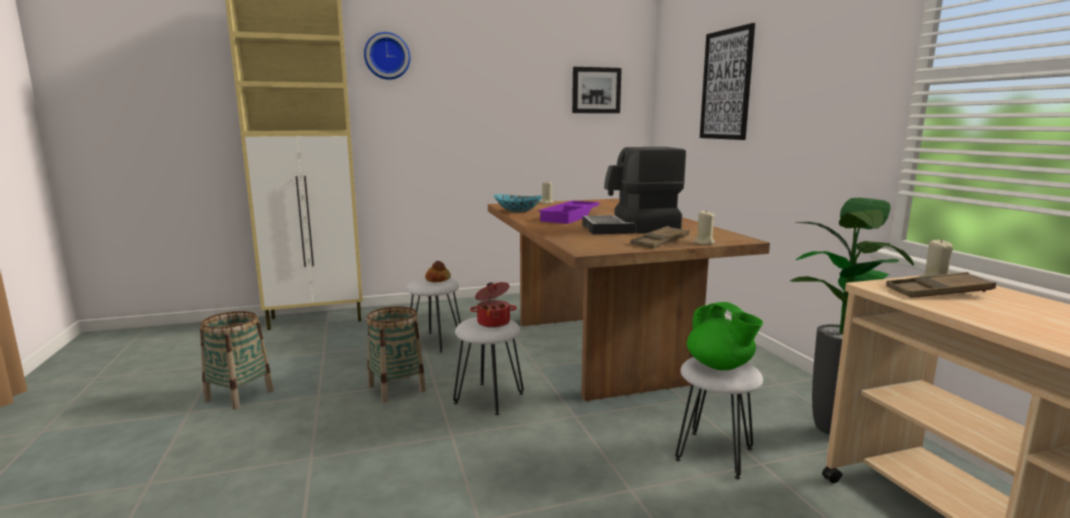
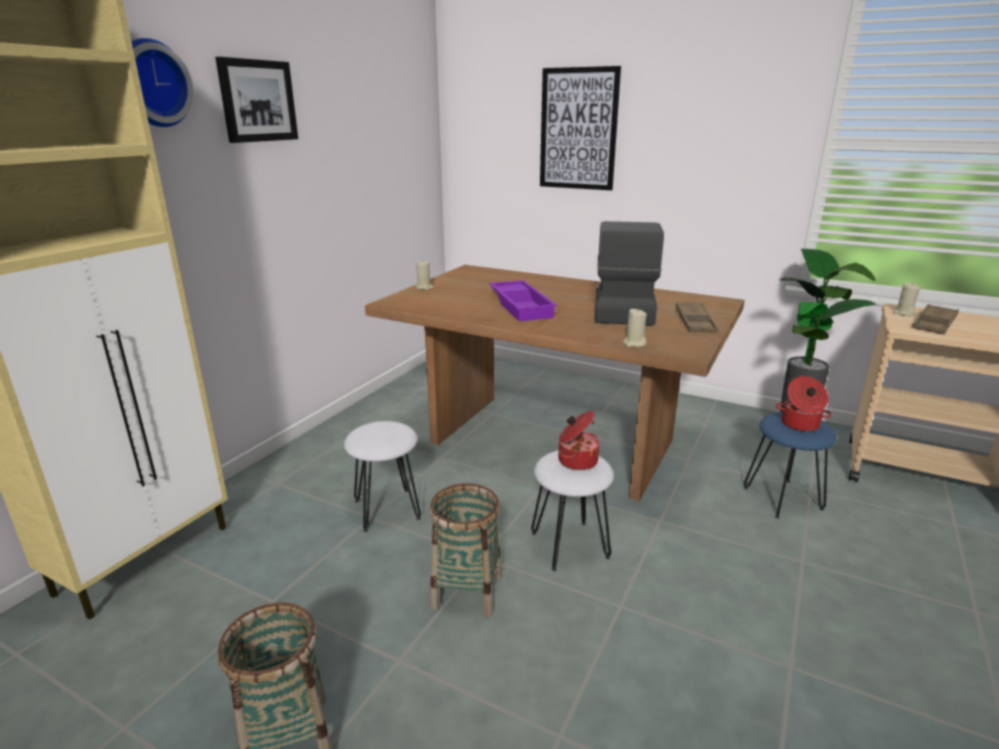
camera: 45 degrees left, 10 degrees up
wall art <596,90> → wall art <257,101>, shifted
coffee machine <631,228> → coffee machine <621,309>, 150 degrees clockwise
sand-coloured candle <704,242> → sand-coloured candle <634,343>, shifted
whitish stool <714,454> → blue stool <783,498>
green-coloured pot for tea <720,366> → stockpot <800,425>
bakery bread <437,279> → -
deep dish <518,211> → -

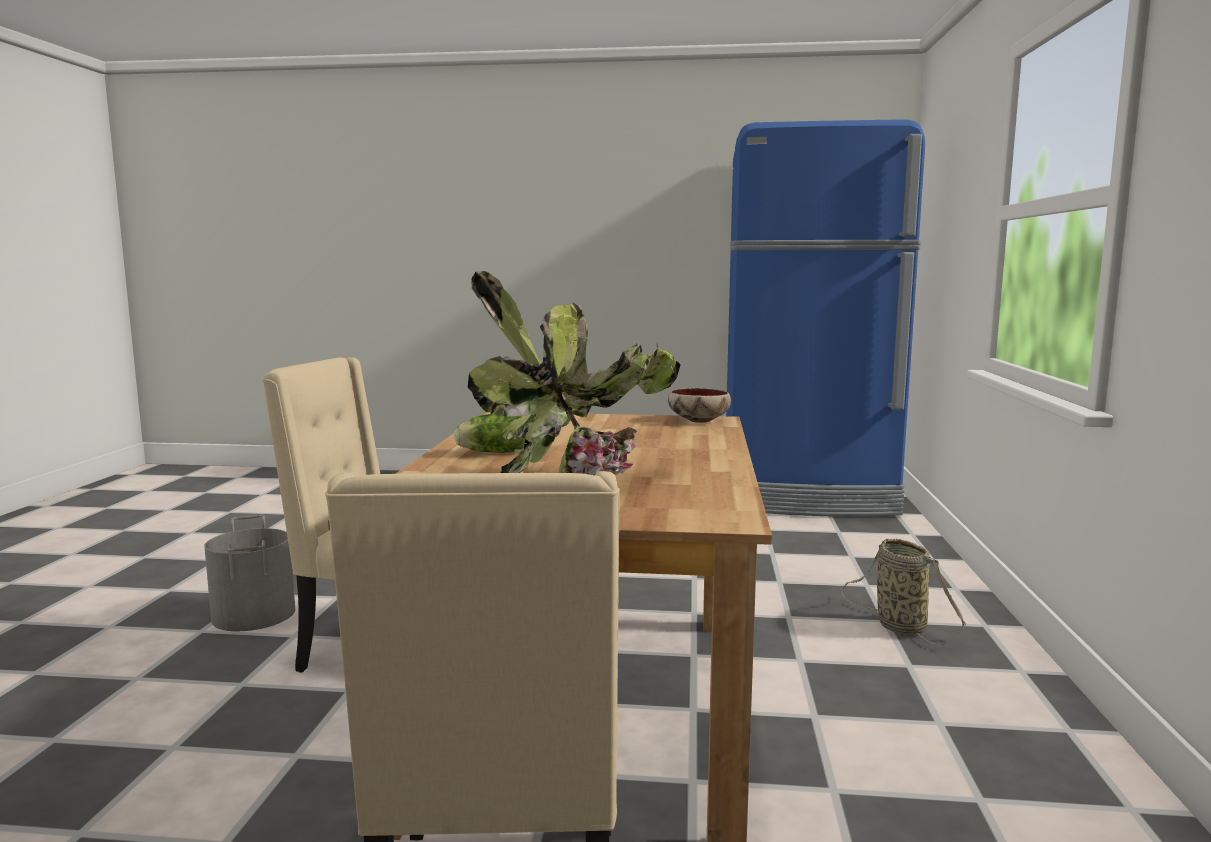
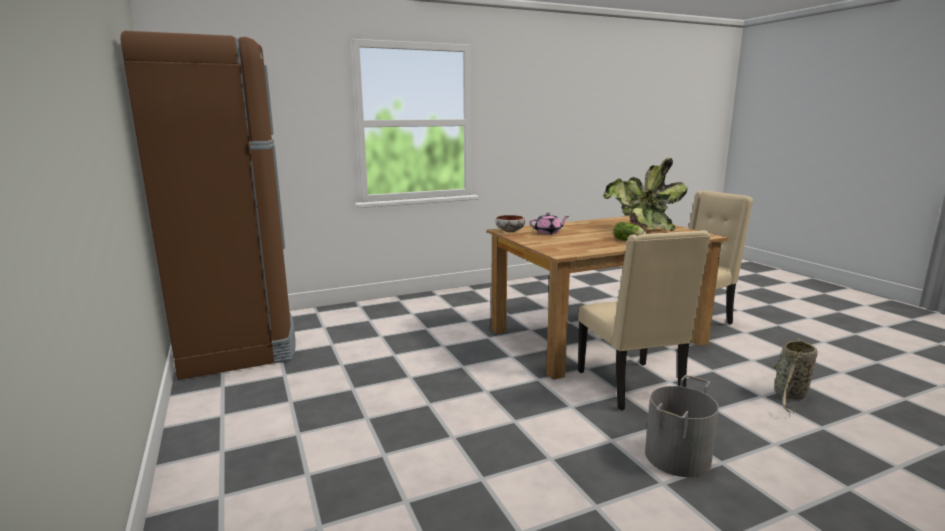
camera: 120 degrees left, 5 degrees up
blue refrigerator <808,498> → brown refrigerator <238,344>
- → pink-coloured pot for tea <548,232>
storage basket <897,625> → storage basket <789,395>, shifted

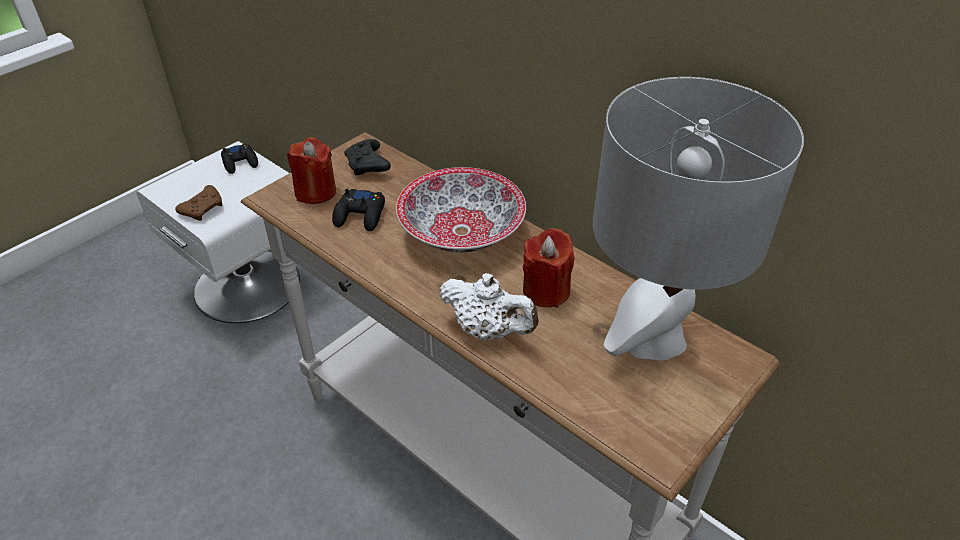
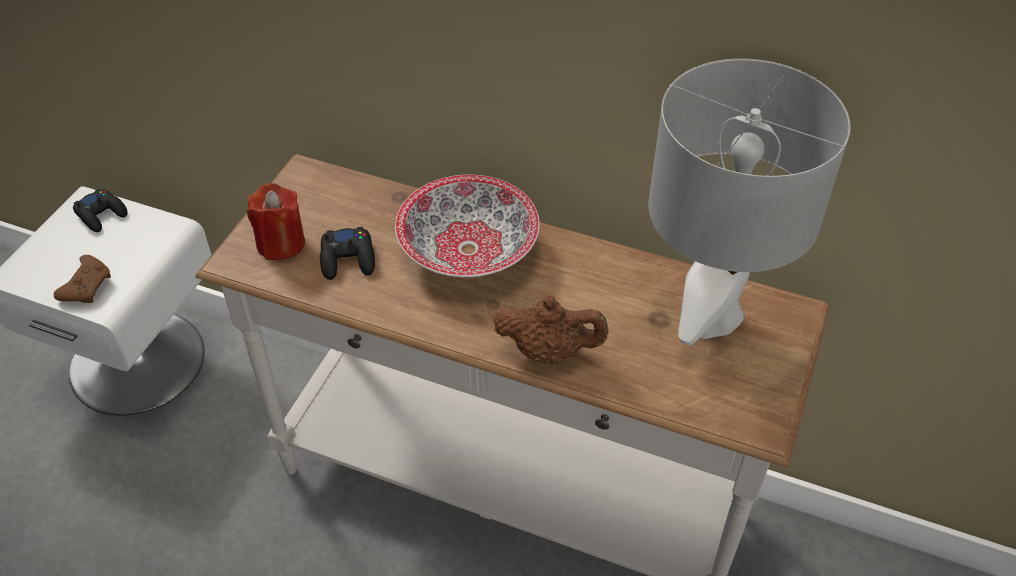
camera: 20 degrees left, 5 degrees up
whitish pot for tea <488,330> → brown pot for tea <549,351>
black joypad <368,166> → -
reddish candle <546,291> → -

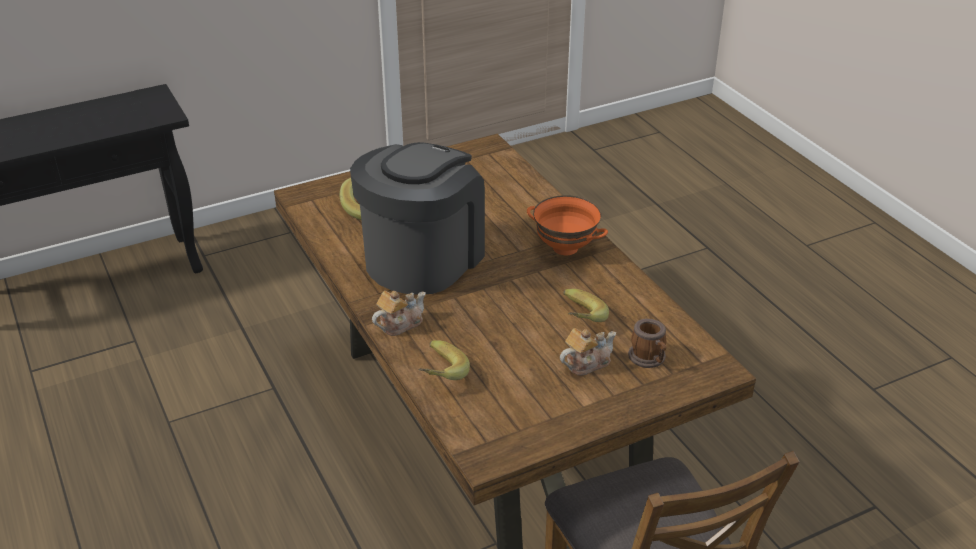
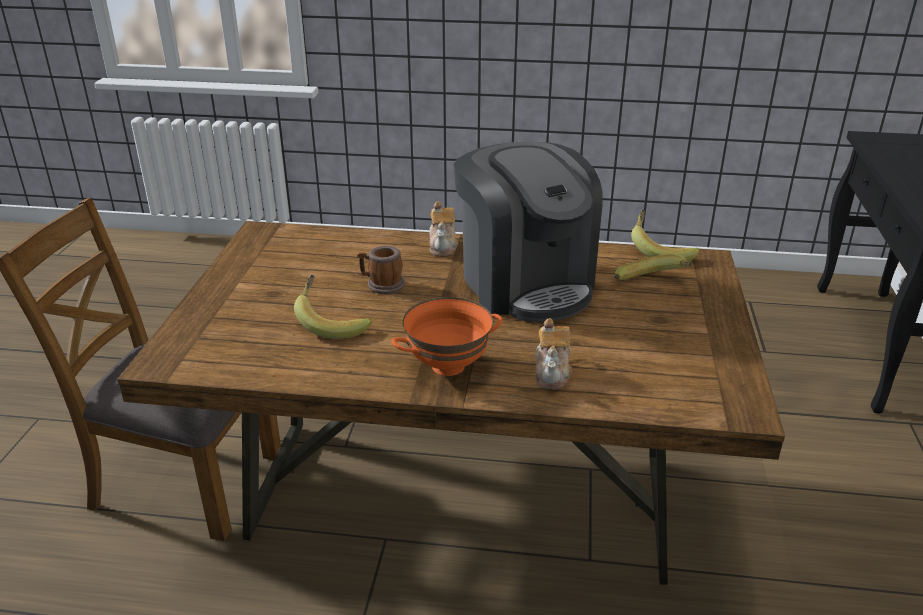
camera: 125 degrees right, 5 degrees down
tea mug <649,359> → tea mug <381,285>, shifted
pot for tea <586,363> → pot for tea <552,373>, shifted
banana fruit <437,374> → banana fruit <660,251>, shifted

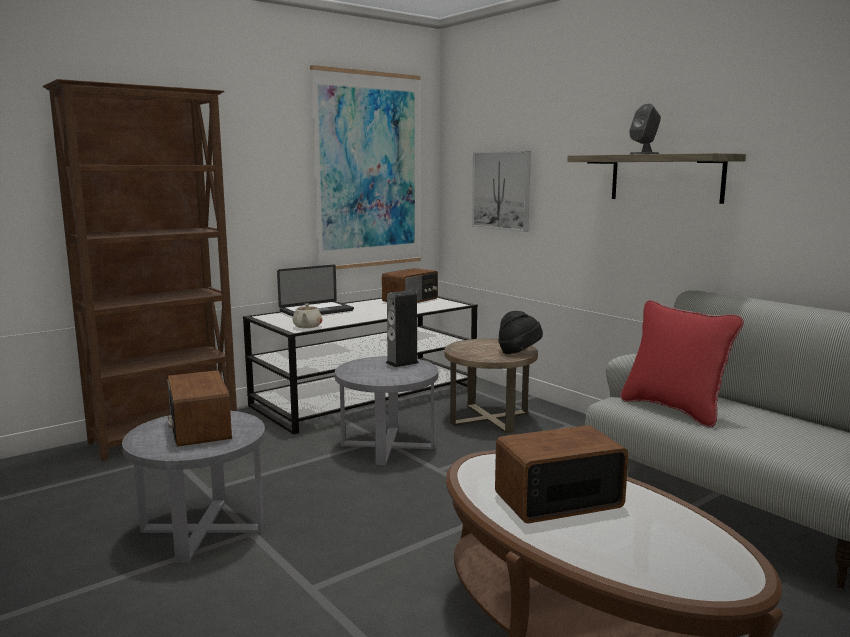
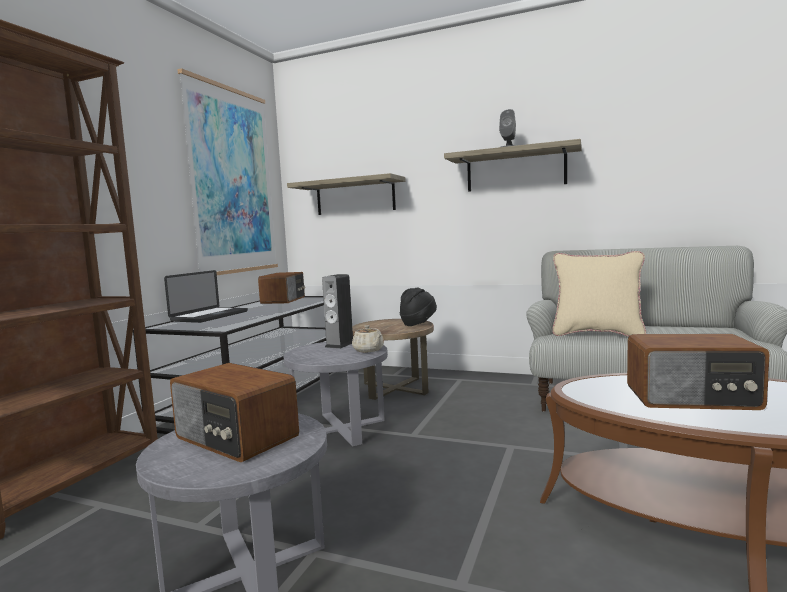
camera: 30 degrees left, 5 degrees down
wall art <501,190> → wall shelf <355,197>
sand-coloured pot for tea <307,326> → sand-coloured pot for tea <368,350>, shifted
reddish cushion <674,409> → sand-coloured cushion <597,334>
radio <556,499> → radio <692,398>, 120 degrees counterclockwise

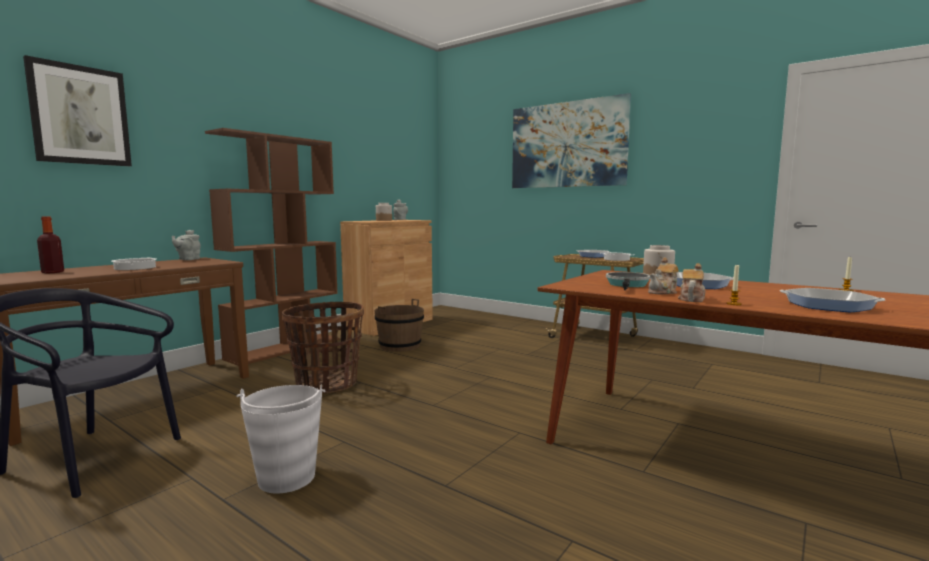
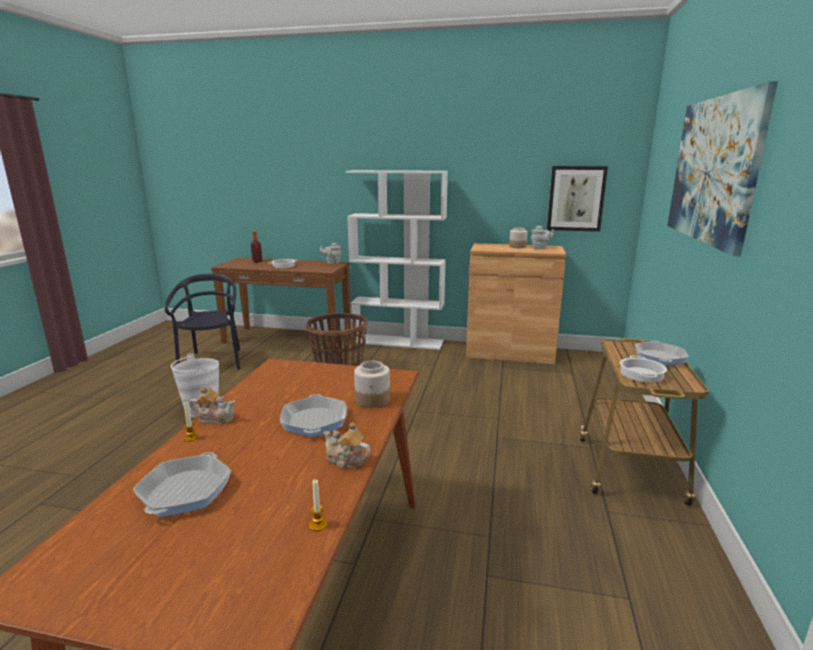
camera: 65 degrees right, 10 degrees up
pot for tea <663,292> → pot for tea <345,460>, shifted
brown shelving unit <285,348> → whitish shelving unit <398,342>
wall art <80,115> → wall art <576,198>, shifted
brown bucket <399,346> → -
skillet <627,285> → -

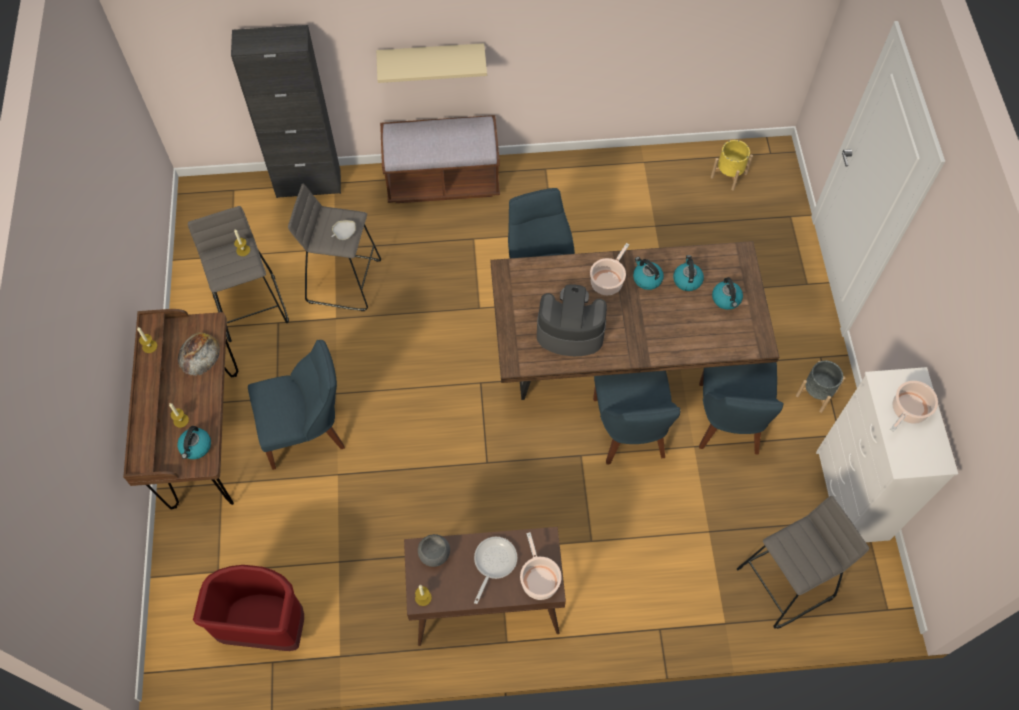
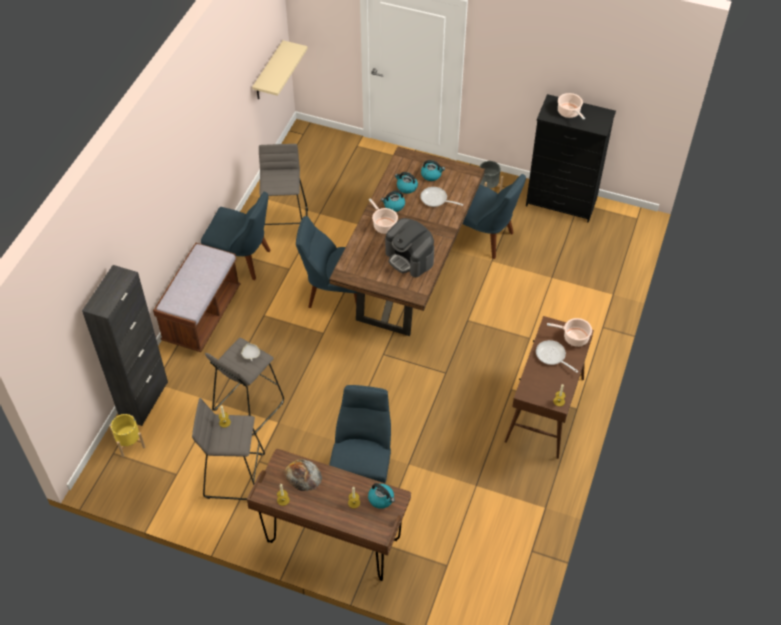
camera: 65 degrees left, 10 degrees down
yellowish planter <729,175> → yellowish planter <130,443>, shifted
blue upright chair <630,431> → blue upright chair <242,260>, shifted
sand-coloured wall shelf <431,58> → sand-coloured wall shelf <268,72>, shifted
gray stool <785,583> → gray stool <285,224>, shifted
coffee machine <570,331> → coffee machine <410,258>, 75 degrees counterclockwise
- → skillet <436,199>
whitish dresser <851,496> → black dresser <562,203>
reddish waste bin <265,626> → -
gray deep dish <434,554> → -

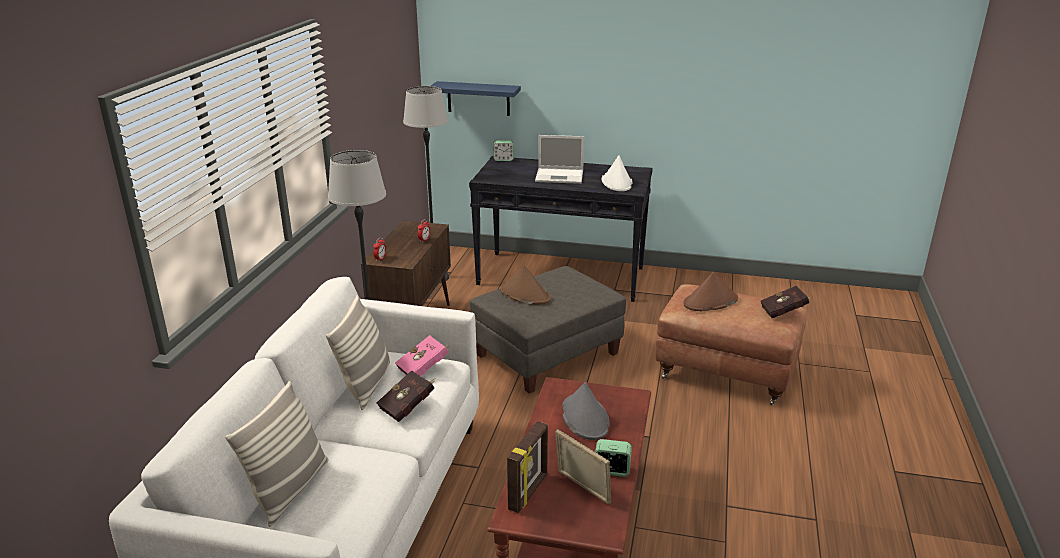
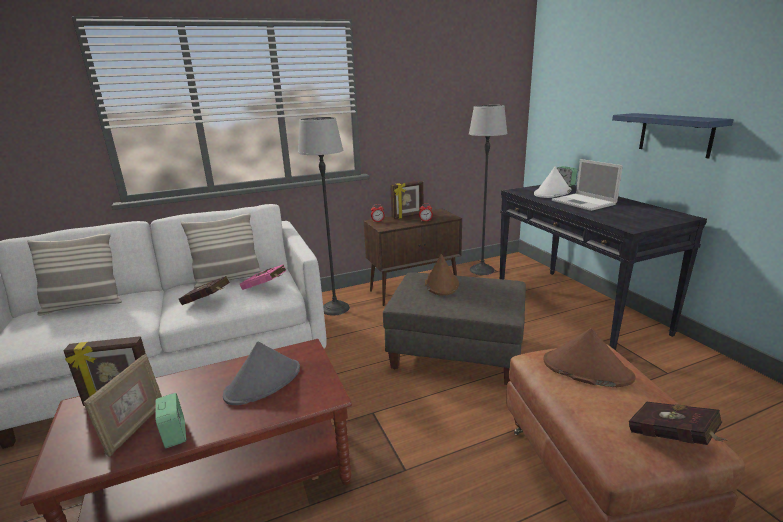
camera: 55 degrees right, 5 degrees down
- → photo frame <408,216>
whitish clothing hat <617,182> → whitish clothing hat <552,193>, shifted
blue wall shelf <478,98> → blue wall shelf <675,134>, shifted

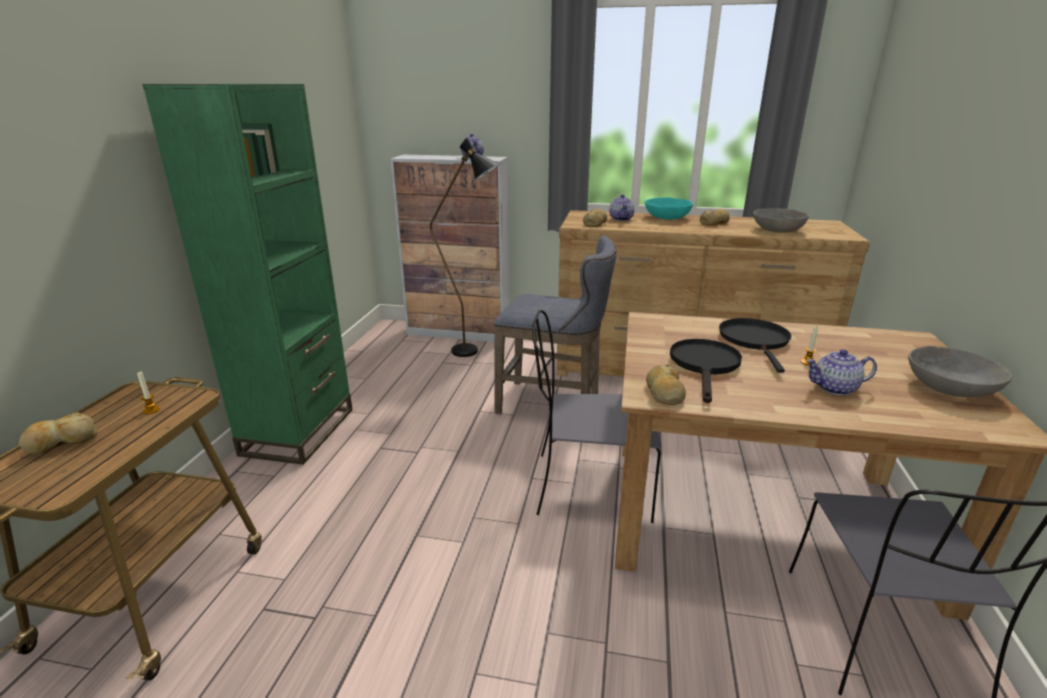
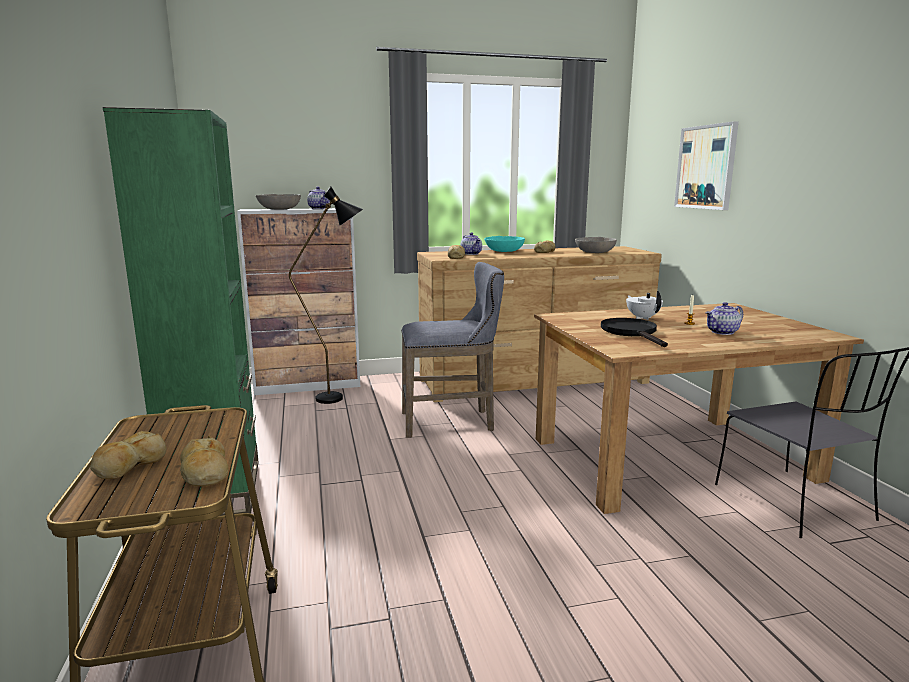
camera: 25 degrees left, 10 degrees down
bakery bread <664,393> → bakery bread <205,472>, shifted
gray deep dish <949,387> → gray deep dish <279,209>, shifted
black skillet <755,340> → whitish pot for tea <642,318>
- → wall art <706,167>
candle <151,410> → -
gray upright chair <588,487> → -

